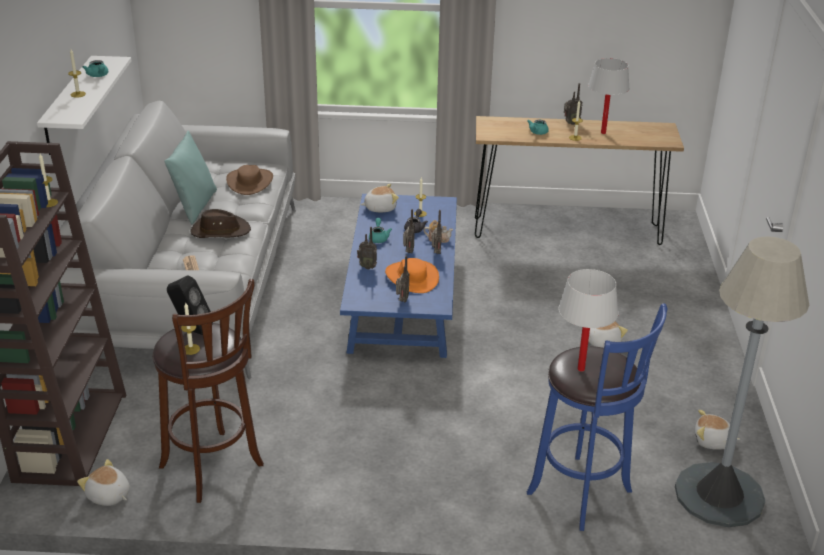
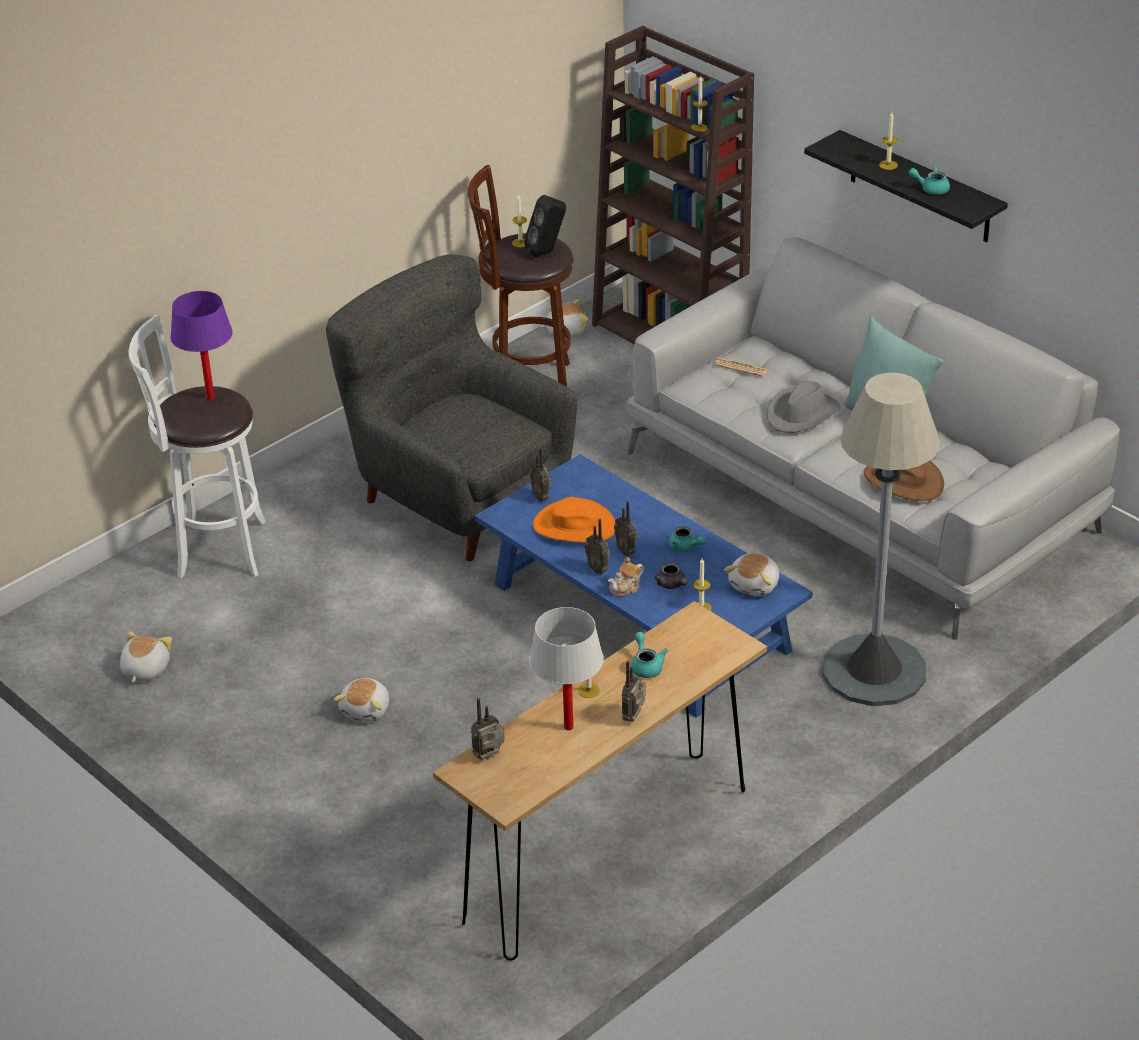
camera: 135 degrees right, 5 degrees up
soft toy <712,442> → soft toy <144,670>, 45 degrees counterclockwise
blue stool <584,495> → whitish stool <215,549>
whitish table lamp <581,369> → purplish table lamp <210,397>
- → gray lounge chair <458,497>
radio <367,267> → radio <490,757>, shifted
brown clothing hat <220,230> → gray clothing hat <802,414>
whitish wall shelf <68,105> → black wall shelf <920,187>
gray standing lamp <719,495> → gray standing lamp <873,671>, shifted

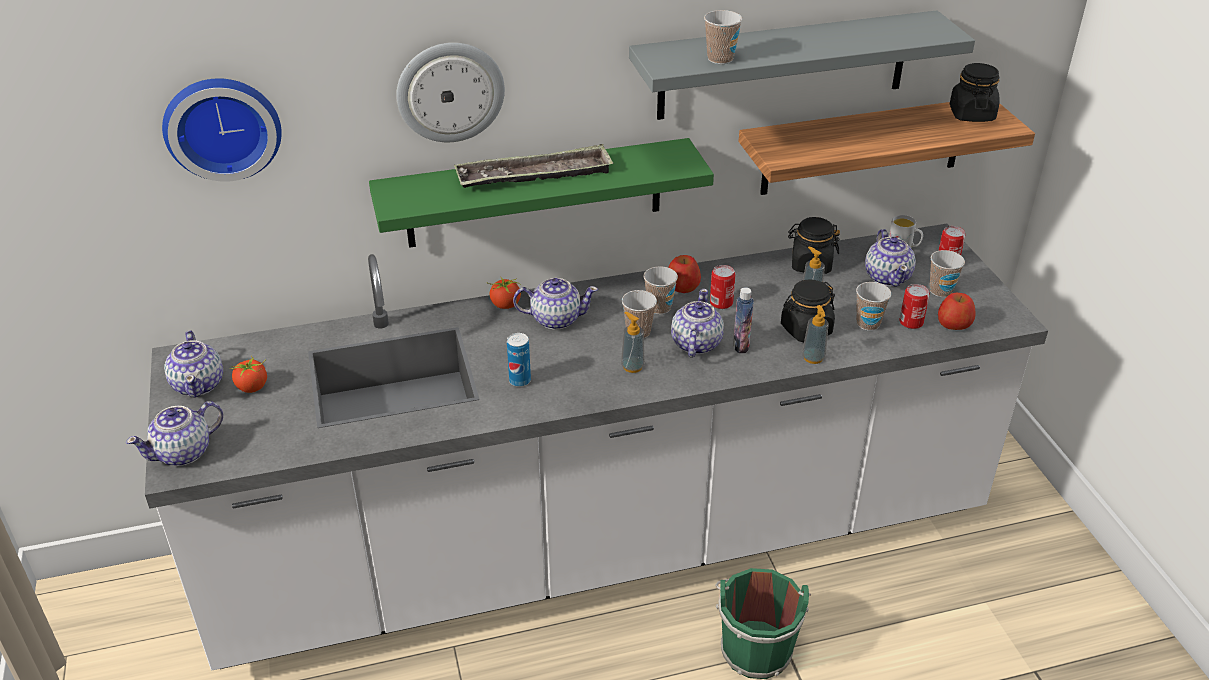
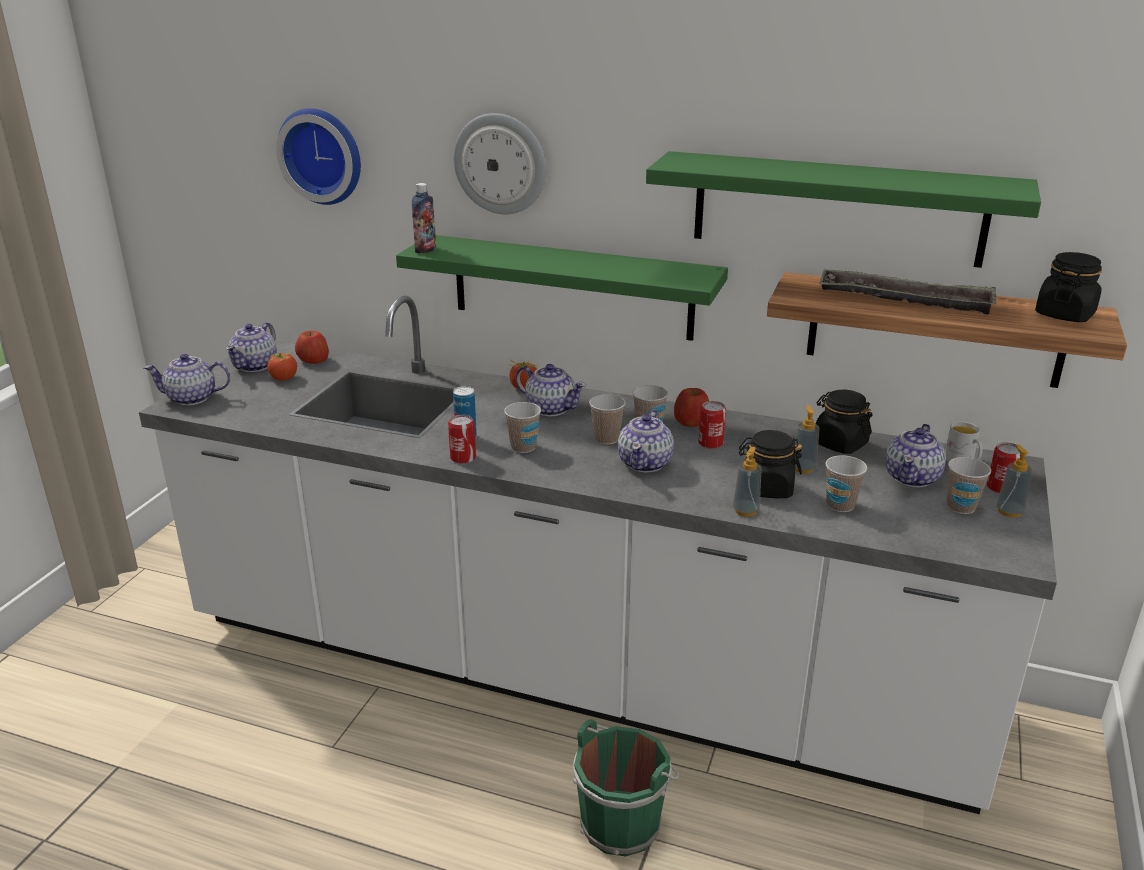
camera: 35 degrees right, 10 degrees down
apple <953,324> → apple <313,360>, shifted
drink bottle <741,346> → drink bottle <425,250>, shifted
sealed can <911,322> → sealed can <463,458>, shifted
cup <720,59> → cup <523,447>, shifted
pot for tea <695,344> → pot for tea <645,463>, 150 degrees clockwise
gray wall shelf <783,65> → green-coloured wall shelf <837,208>
carrying tray <534,176> → carrying tray <905,300>, shifted
soap dispenser <632,366> → soap dispenser <1009,511>, shifted

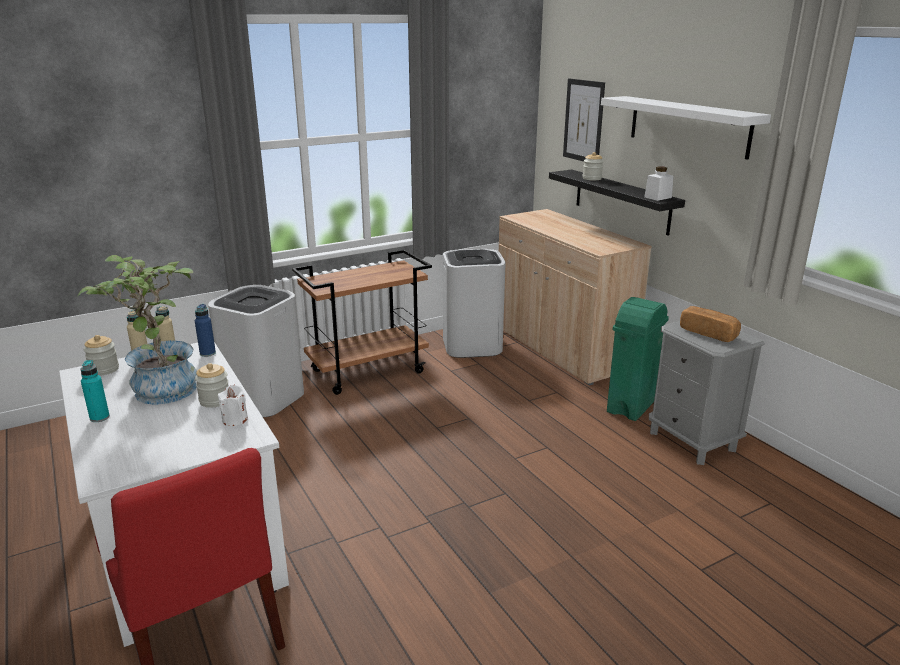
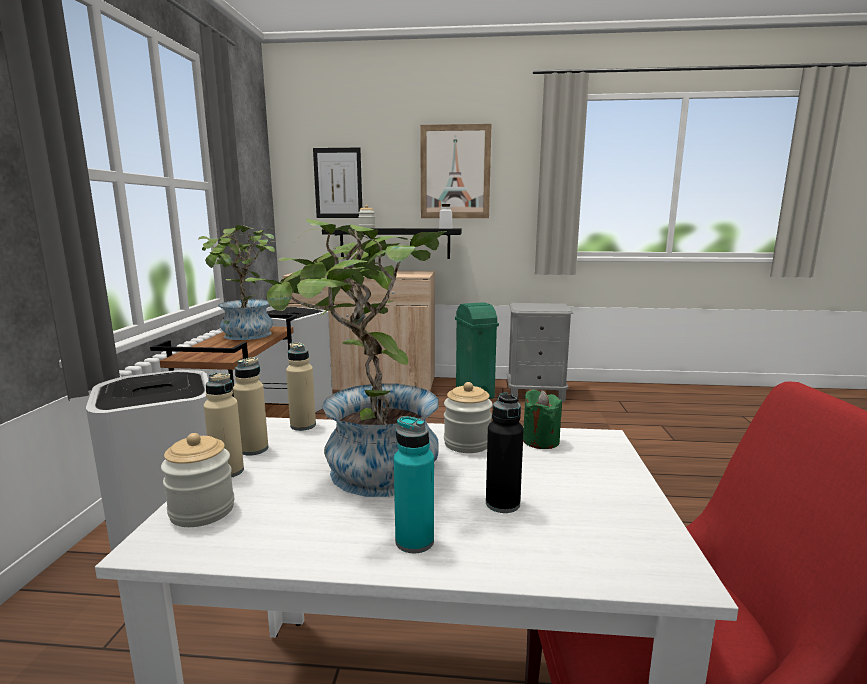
camera: 55 degrees left, 10 degrees down
- → houseplant <246,336>
blue drink bottle <207,353> → sand-coloured drink bottle <303,425>
whitish wall shelf <688,126> → wall art <455,172>
- → black drink bottle <502,504>
whitish candle <235,419> → green-coloured candle <540,441>
bakery bread <708,333> → -

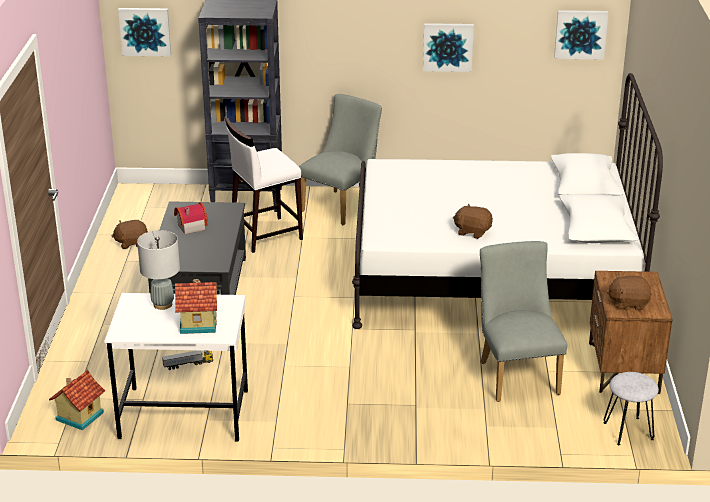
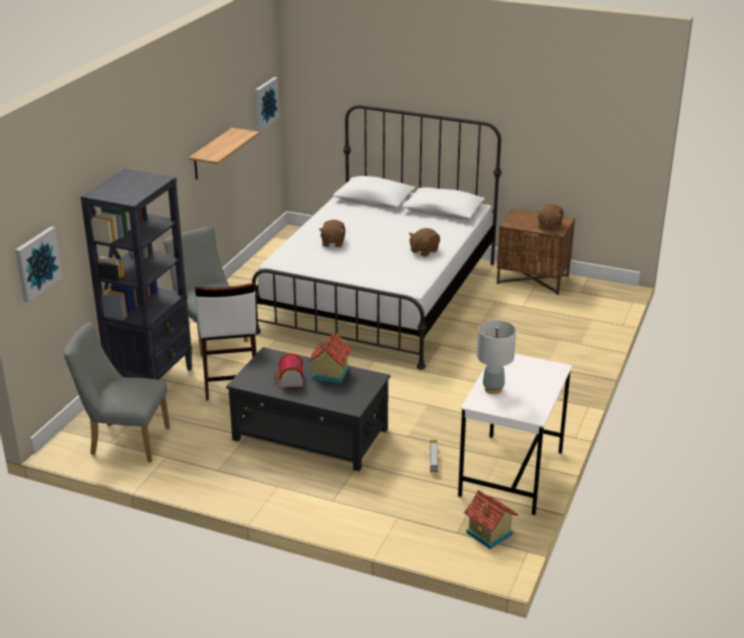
camera: 70 degrees left, 0 degrees up
gray upright chair <516,374> → gray upright chair <124,441>, shifted
wall art <447,46> → wall shelf <211,154>
model house <198,322> → model house <329,373>, shifted
brown soft toy <131,243> → brown soft toy <332,243>, shifted
gray stool <628,430> → -

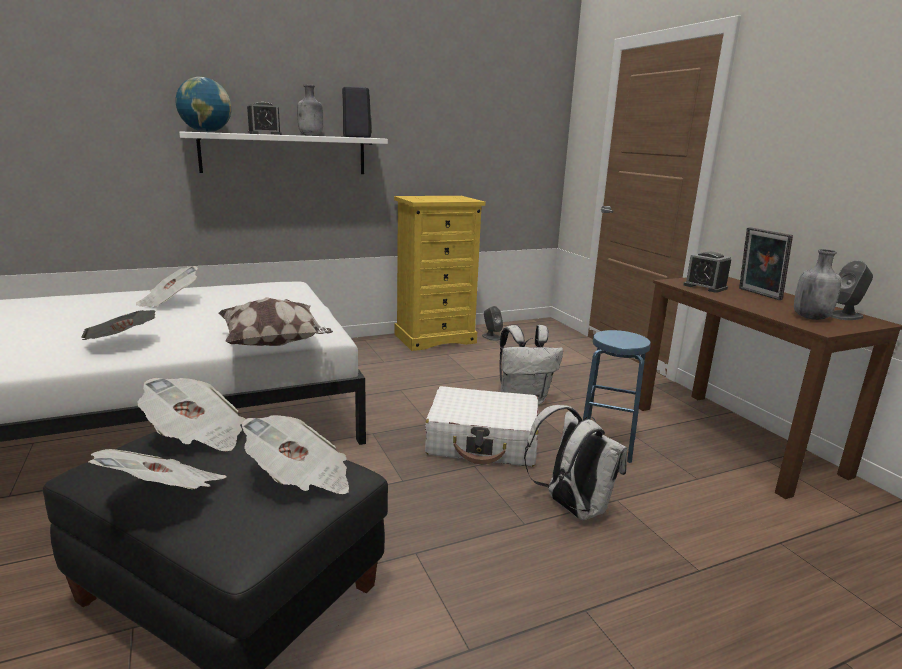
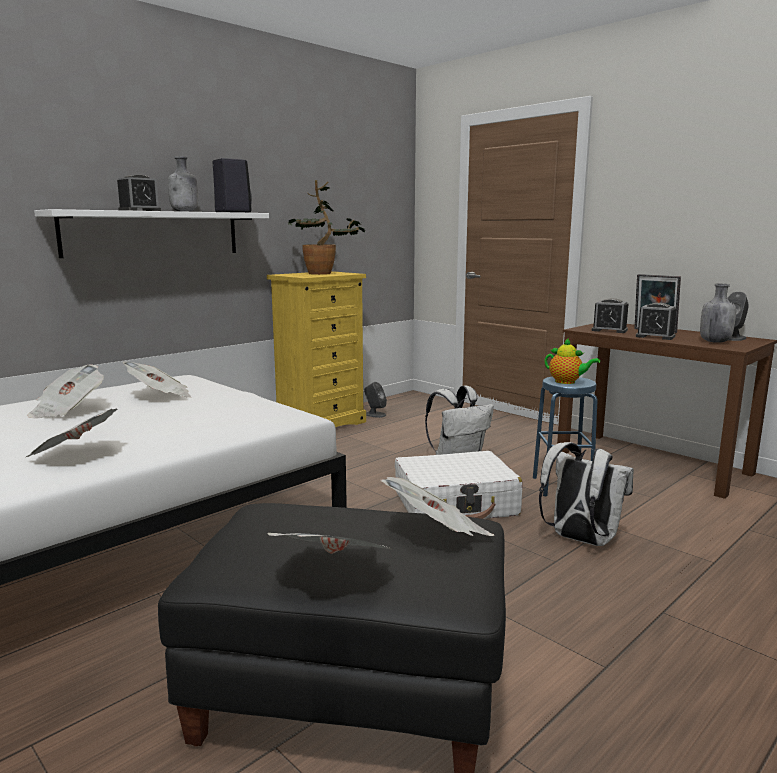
camera: 20 degrees left, 5 degrees down
printed paper <198,436> → printed paper <160,396>, shifted
- → houseplant <325,273>
- → pot for tea <567,382>
- → bedside clock <655,336>
world globe <206,132> → -
cushion <275,344> → -

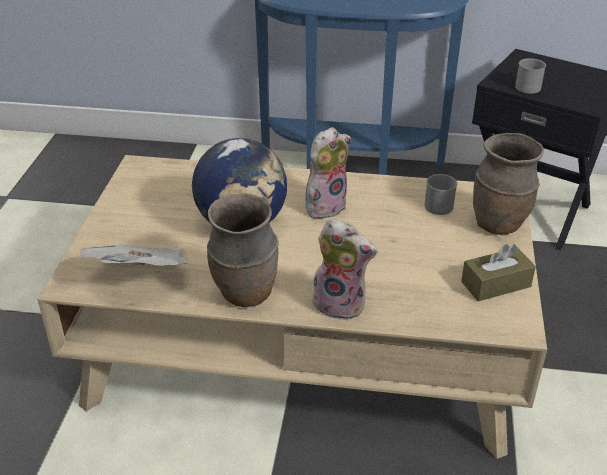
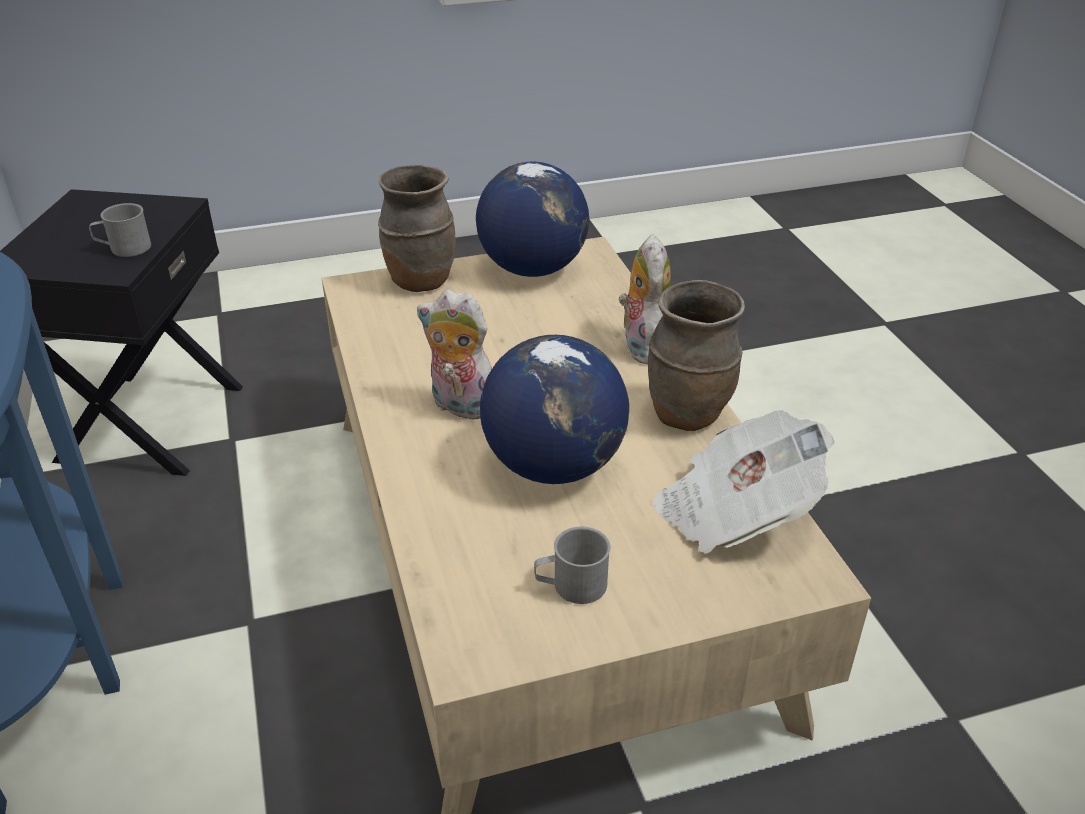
camera: 115 degrees left, 0 degrees up
brown box of tissues <496,284> → world globe <532,269>
gray tea mug <439,204> → gray tea mug <571,586>, shifted

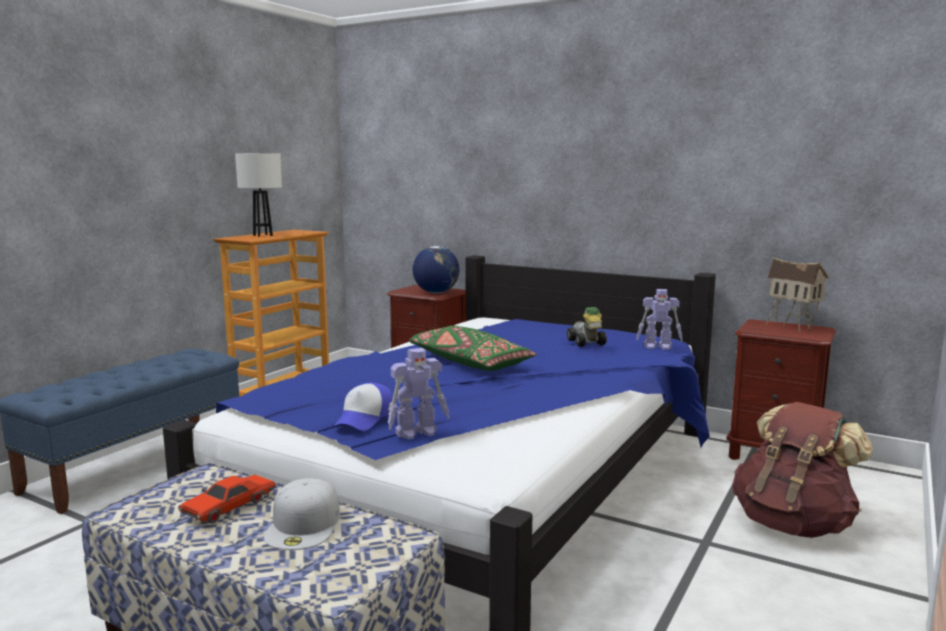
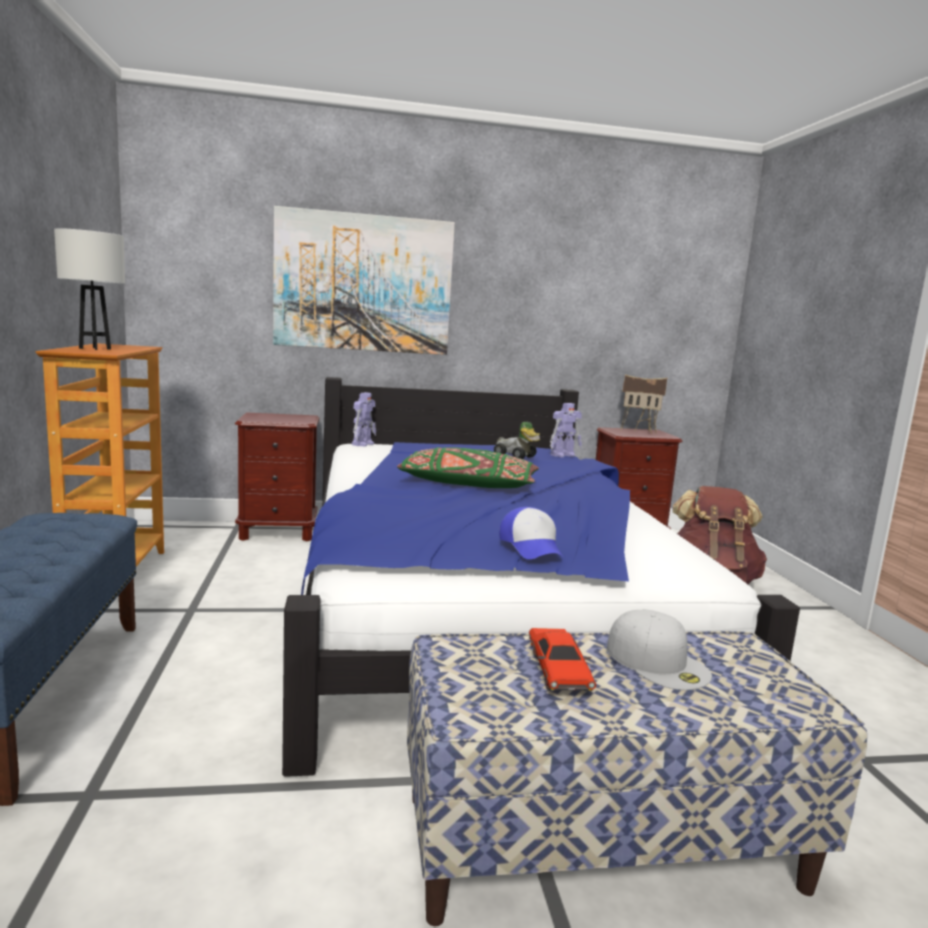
camera: 40 degrees left, 0 degrees up
- → wall art <363,283>
robot figure <417,432> → robot figure <363,444>, shifted
world globe <436,292> → -

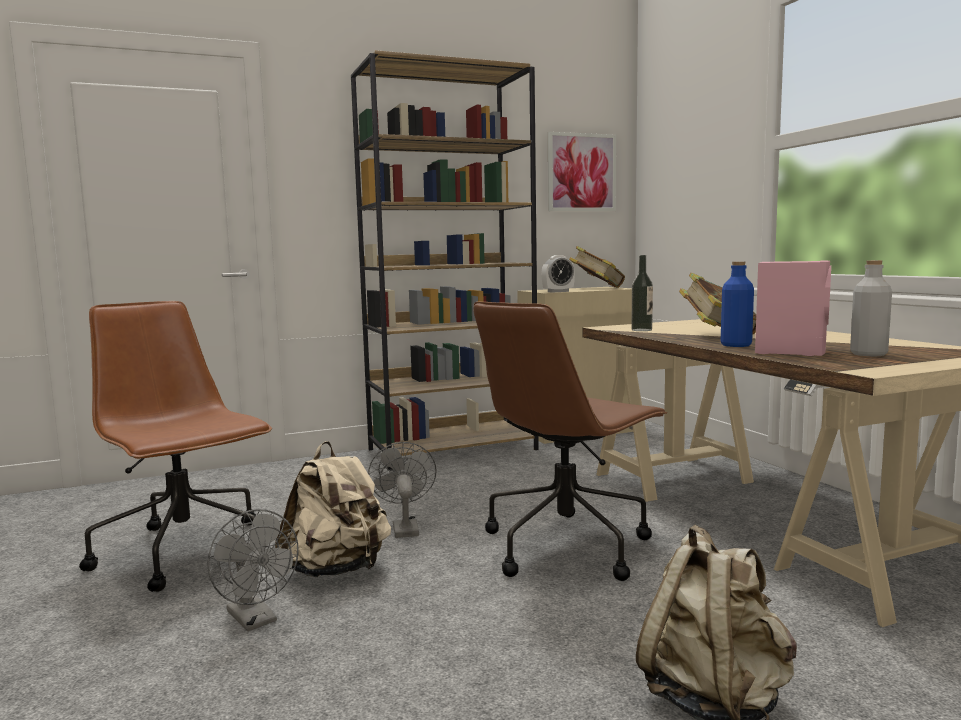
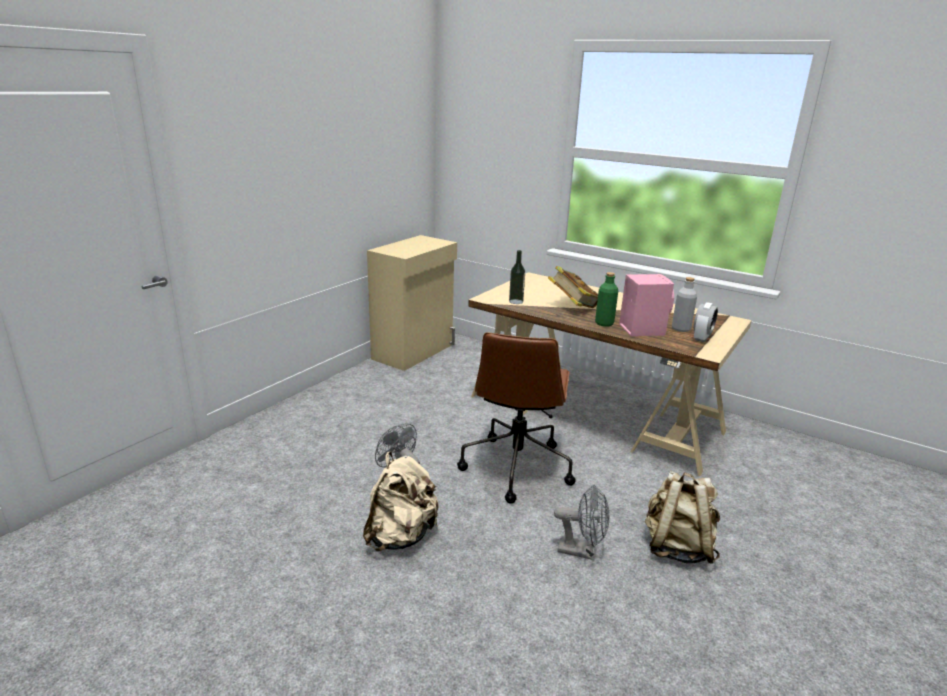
camera: 35 degrees left, 15 degrees up
gray cooling fan <256,620> → gray cooling fan <581,551>, shifted
blue drink bottle <736,345> → green-coloured drink bottle <604,323>
bedside clock <558,291> → bedside clock <701,338>, shifted
brown office chair <185,553> → -
brown shelving unit <453,449> → -
wall art <581,172> → -
volume <597,288> → -

